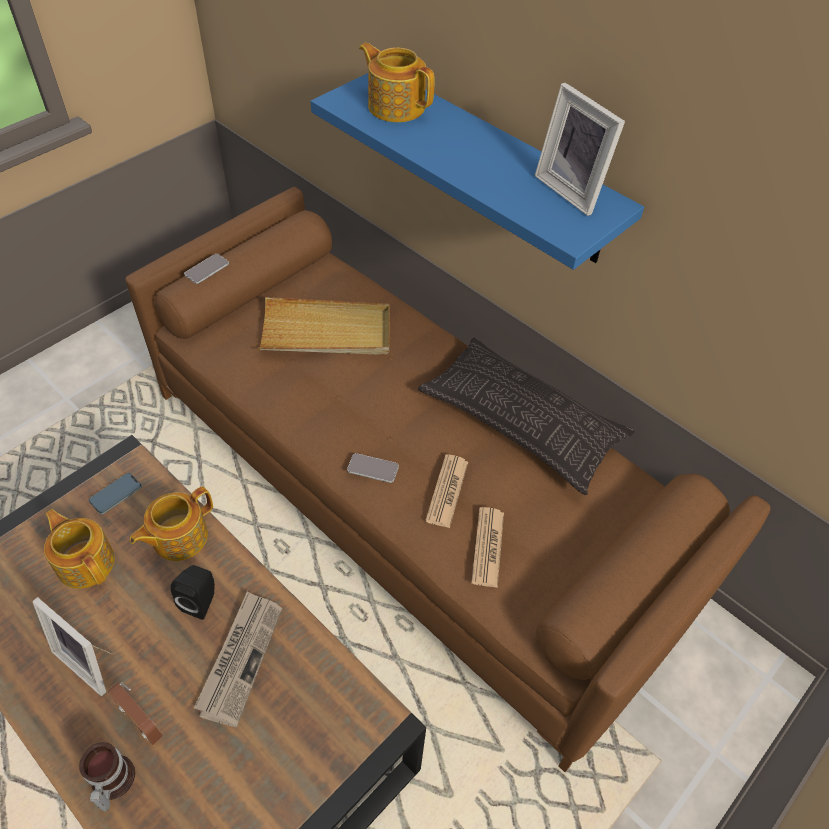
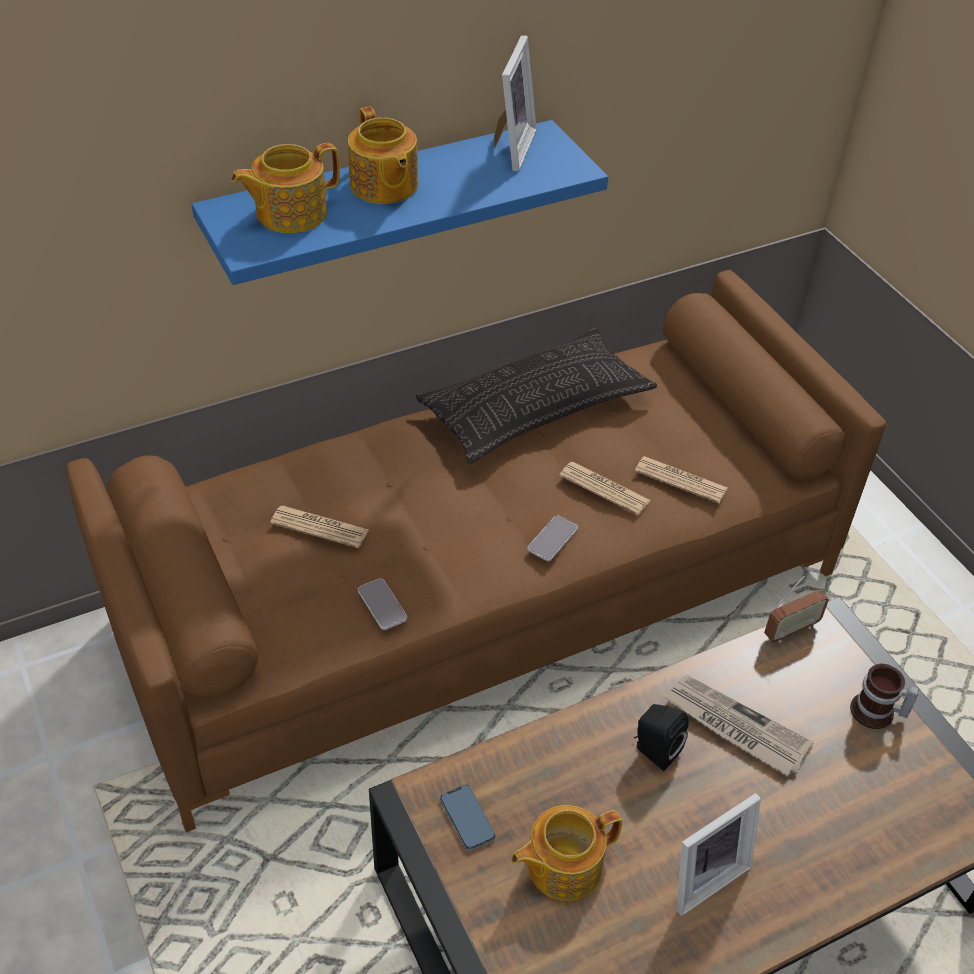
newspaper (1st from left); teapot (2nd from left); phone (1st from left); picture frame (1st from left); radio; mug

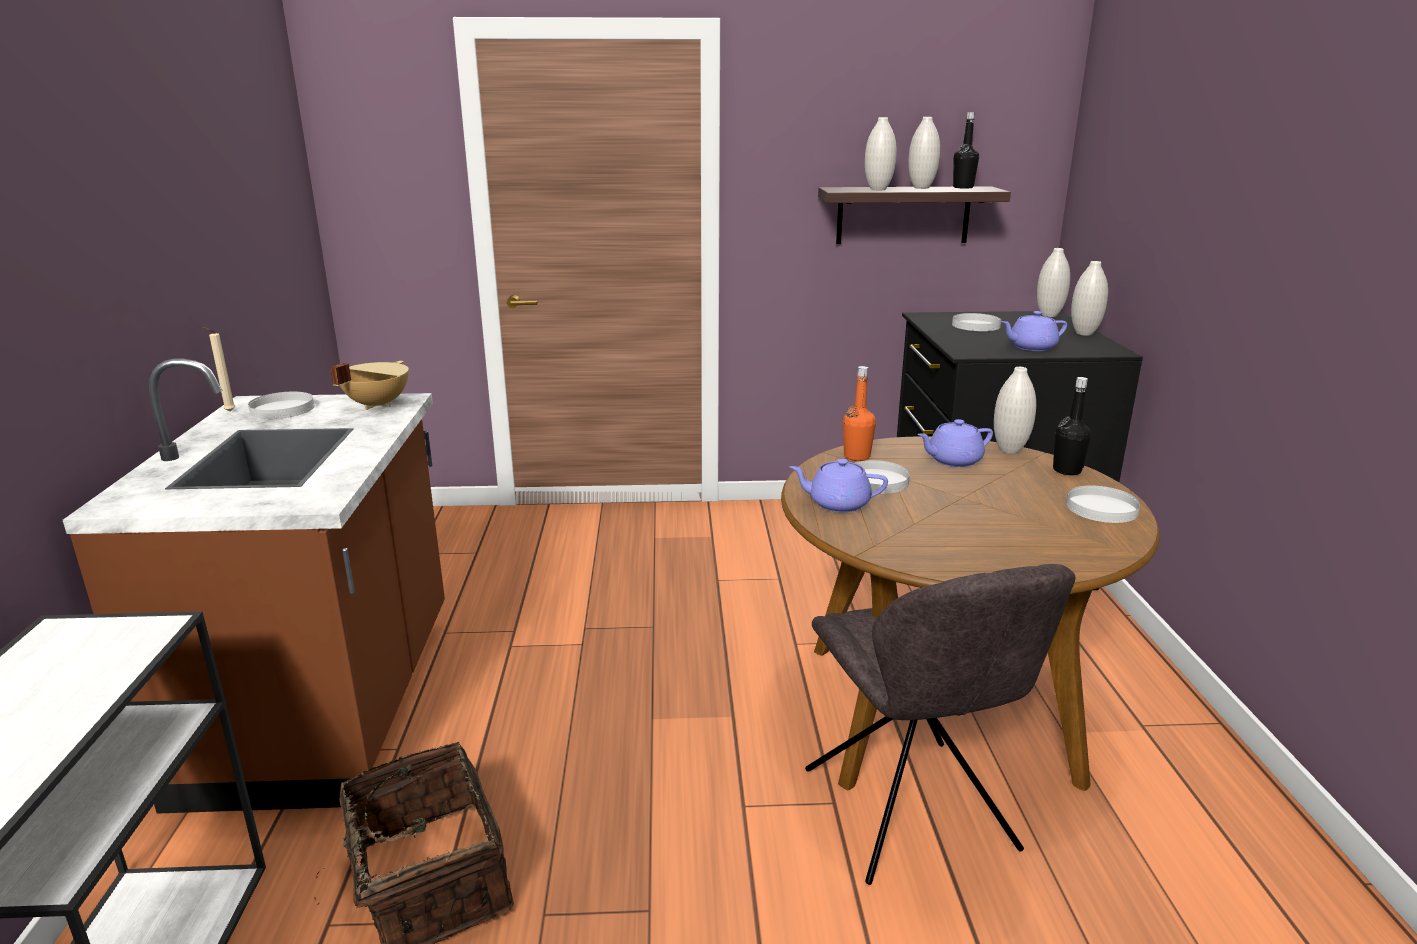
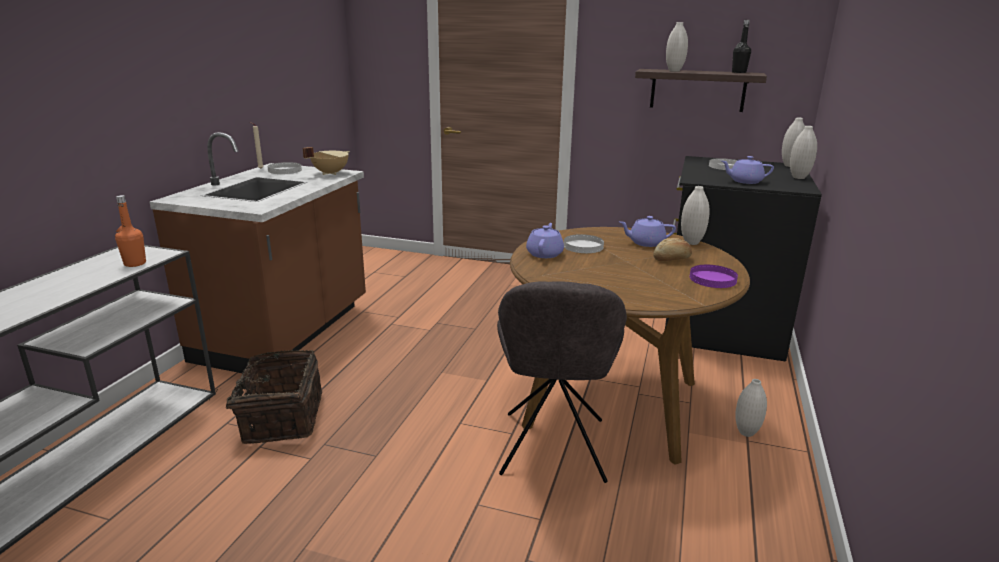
orange bottle; purple teapot (1st from left); bread; purple plate; white vase (3rd from left); black bottle (2nd from left in the first image)

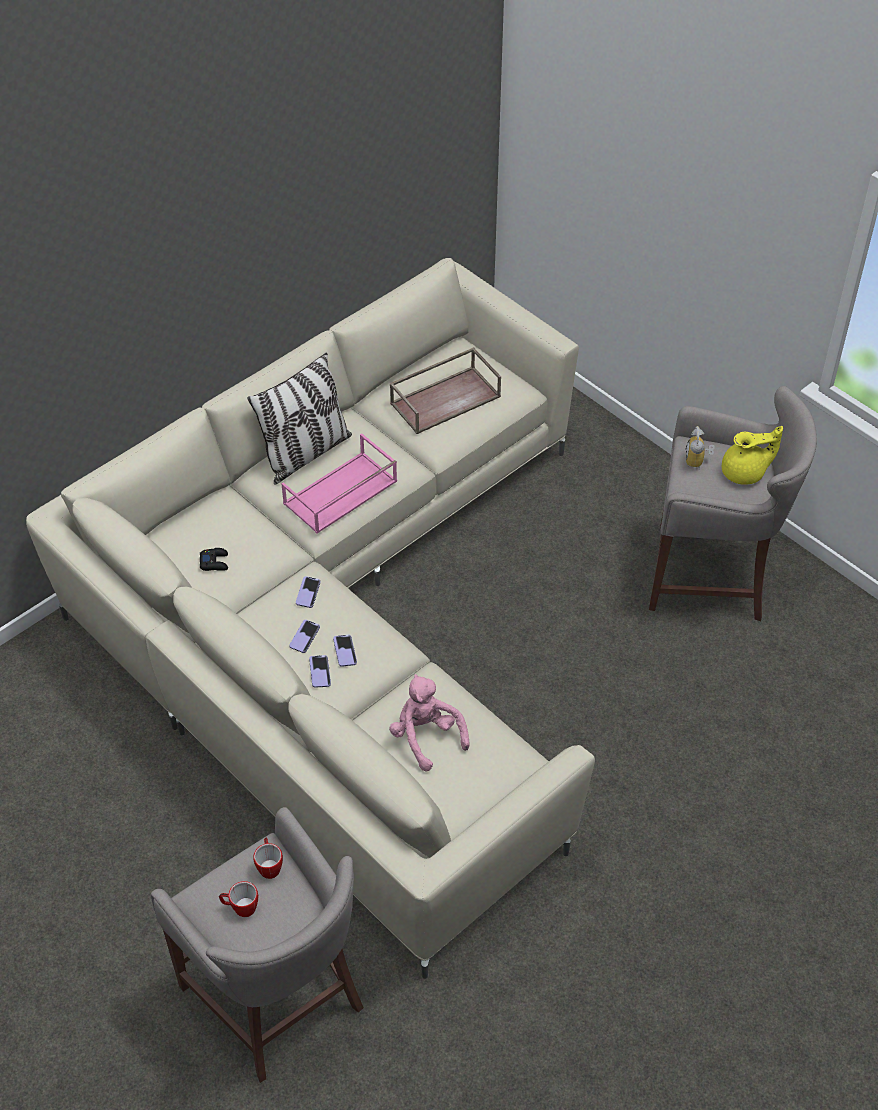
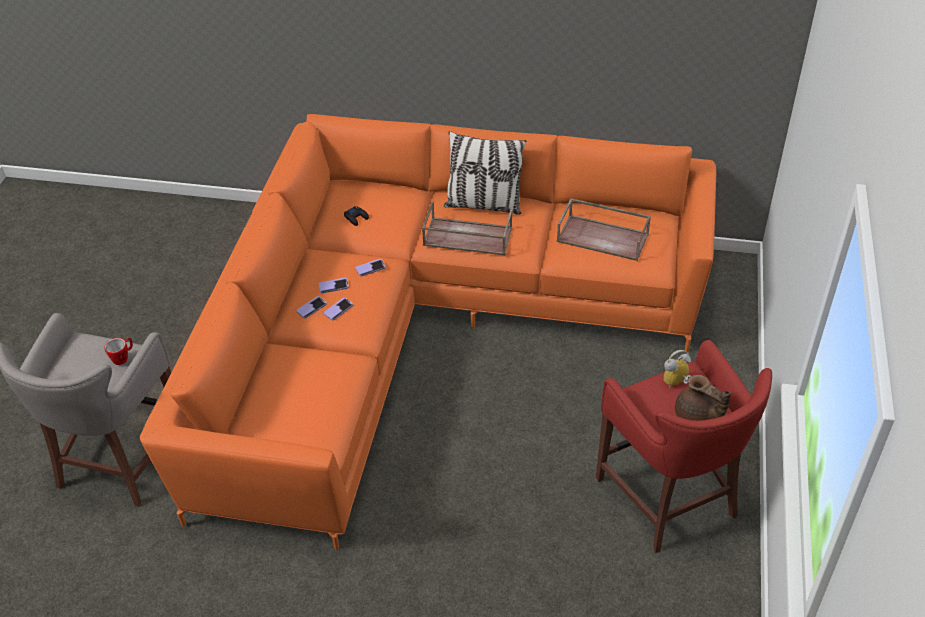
orange sofa; brown tray (1st from left); red stool; brown teapot; mug (1st from left in the first image); pink plush toy

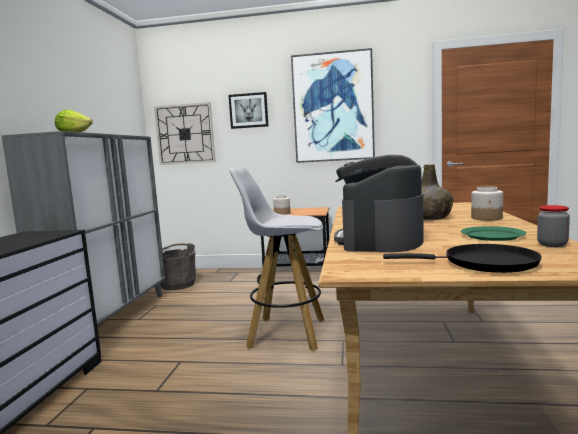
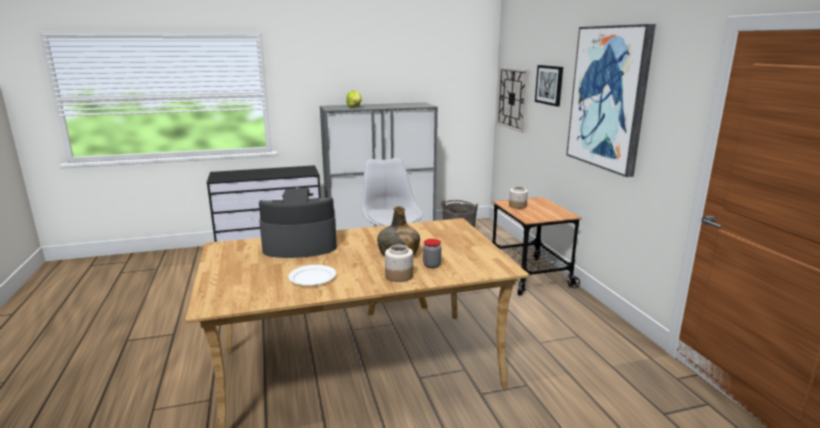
white plate; jar (2nd from left); black frying pan

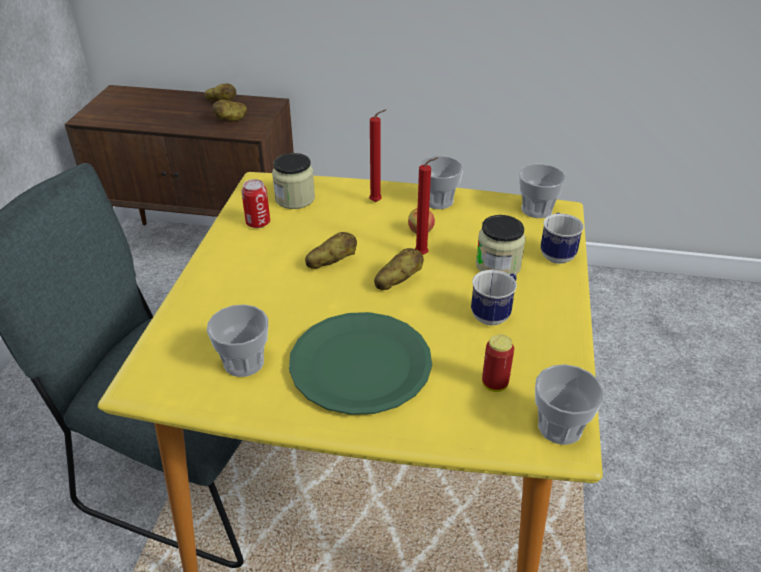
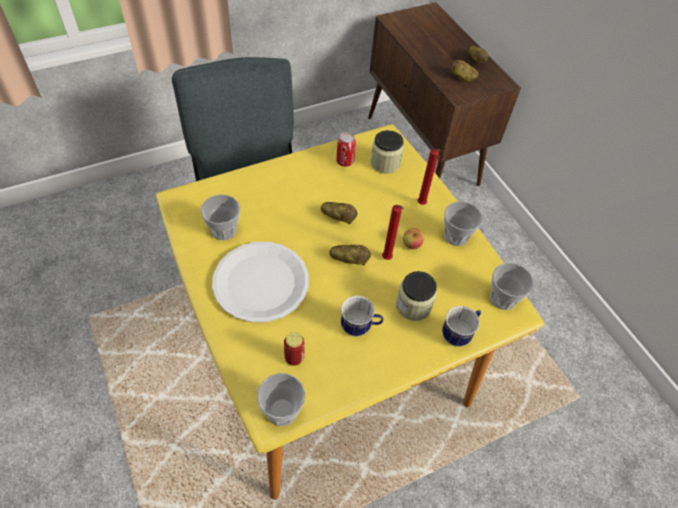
white plate

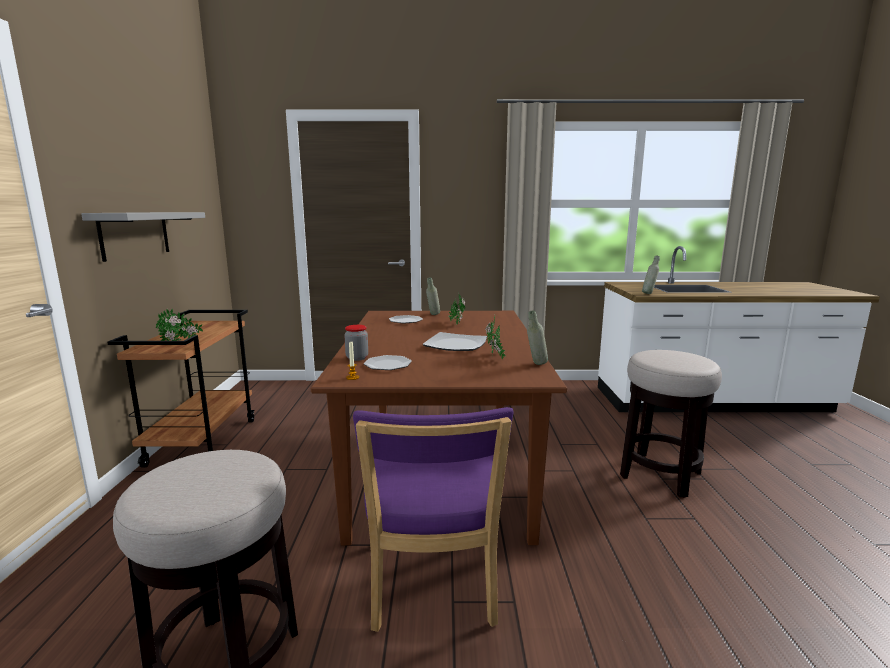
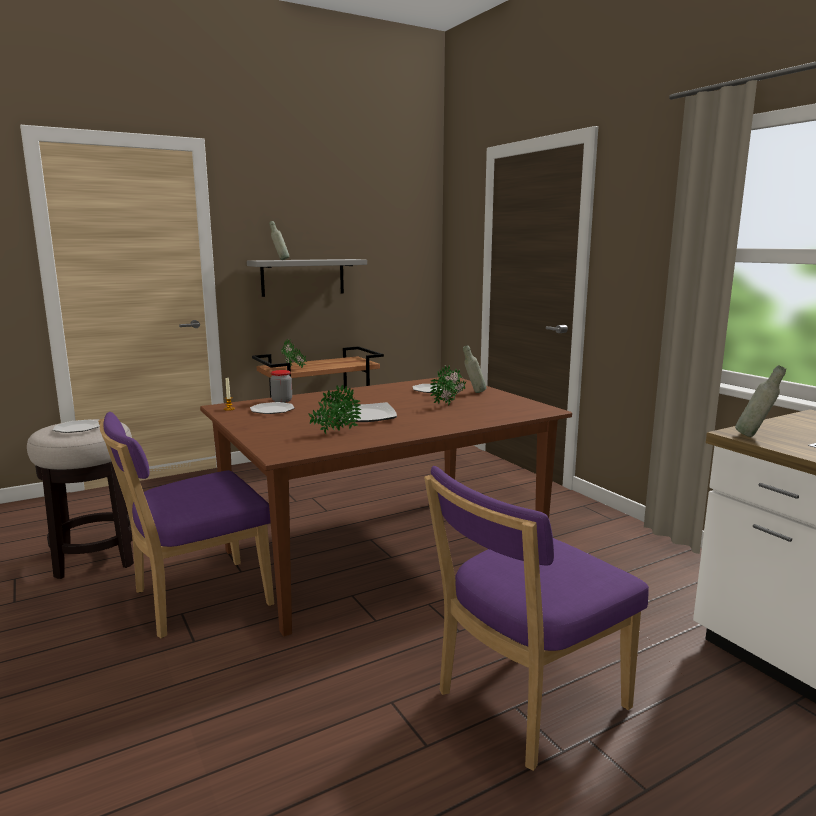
plate (1st from left); grey bottle (1st from left); purple chair (2nd from left)

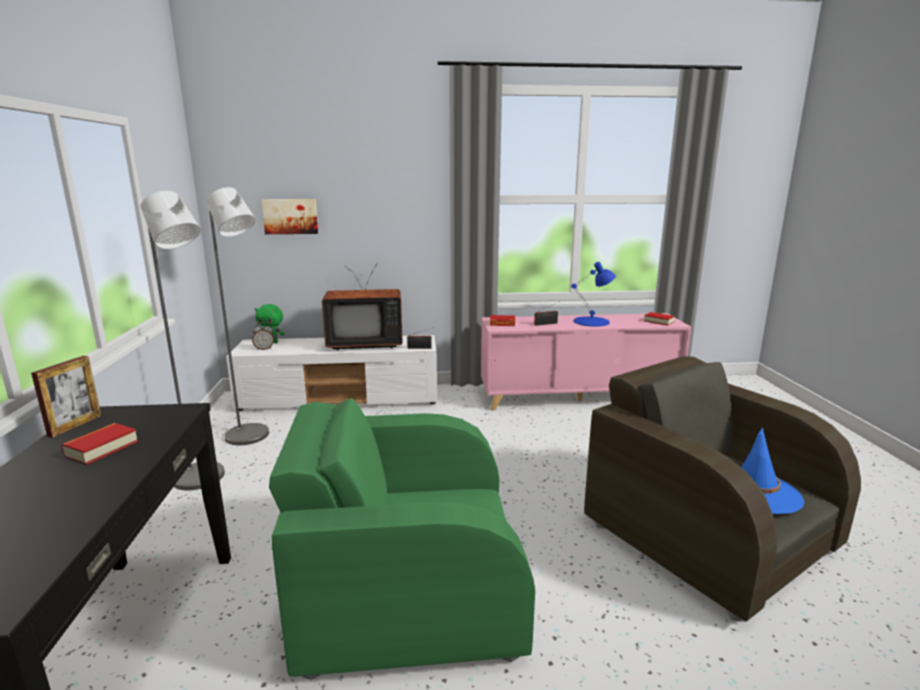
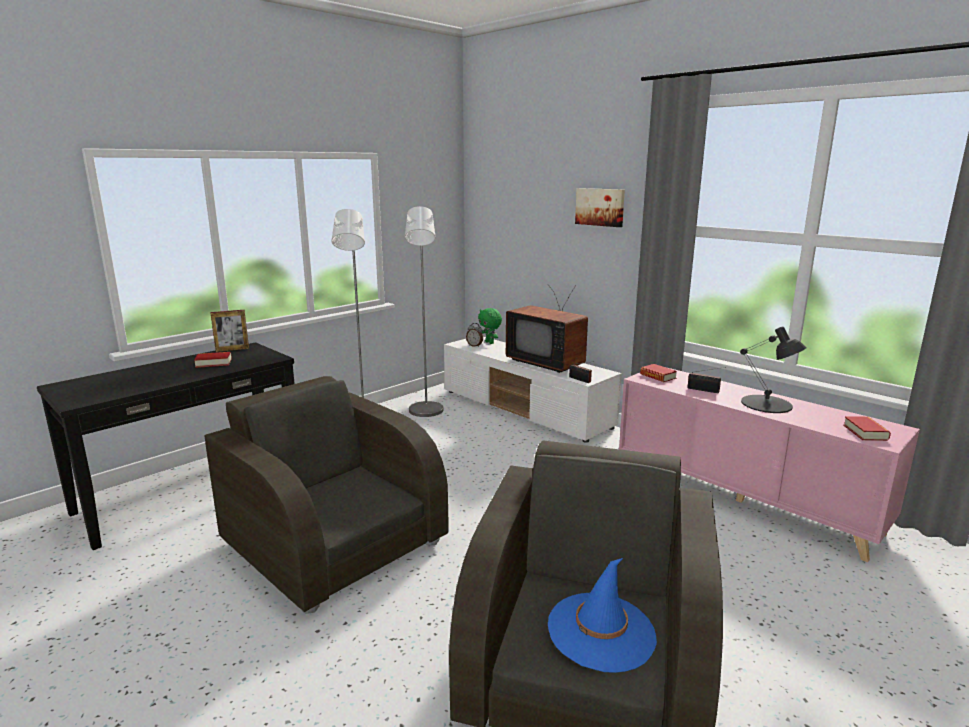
brown armchair (1st from left); picture; black table lamp

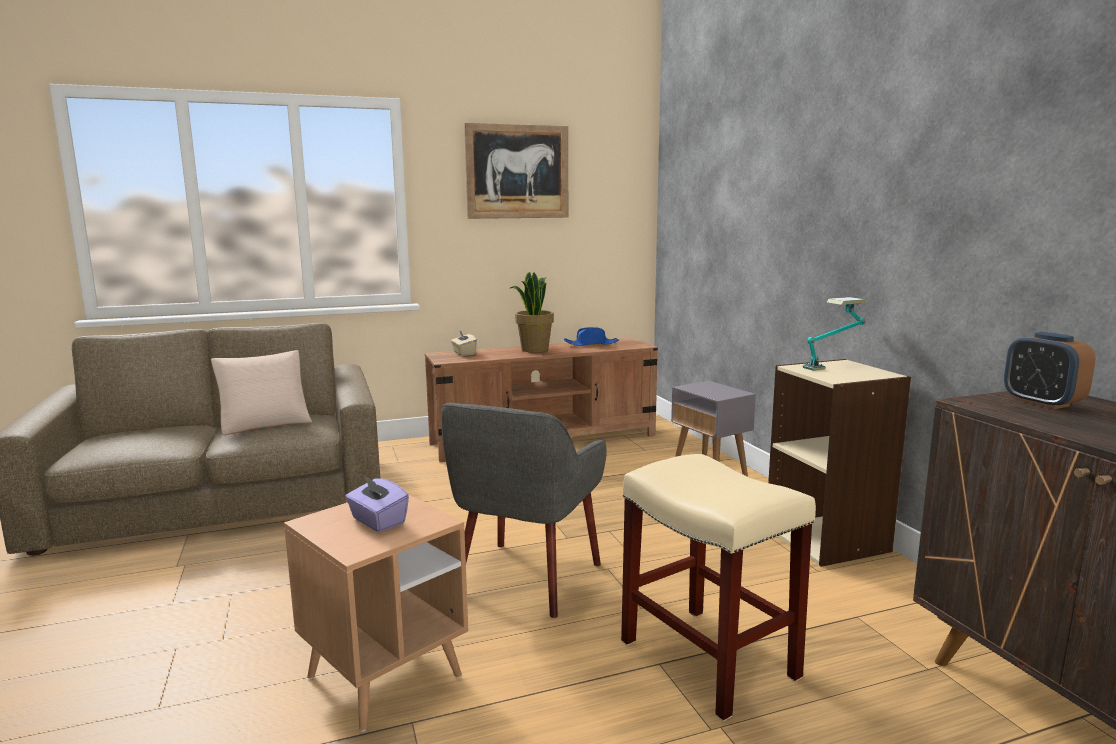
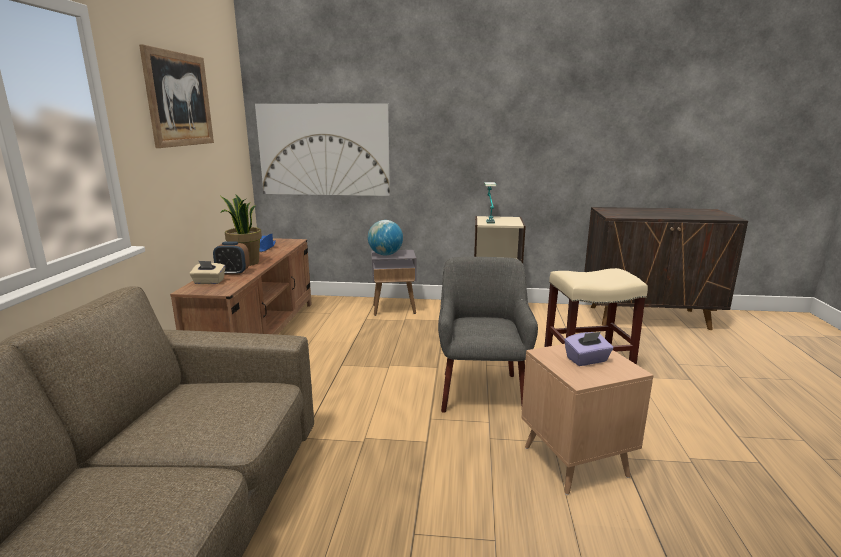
alarm clock; picture (2nd from left); globe; grey armchair; beige pillow

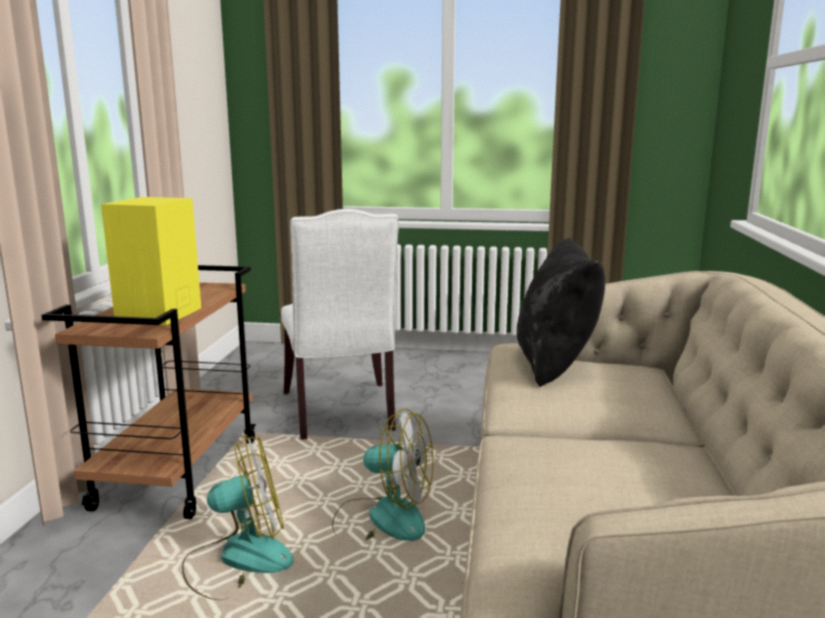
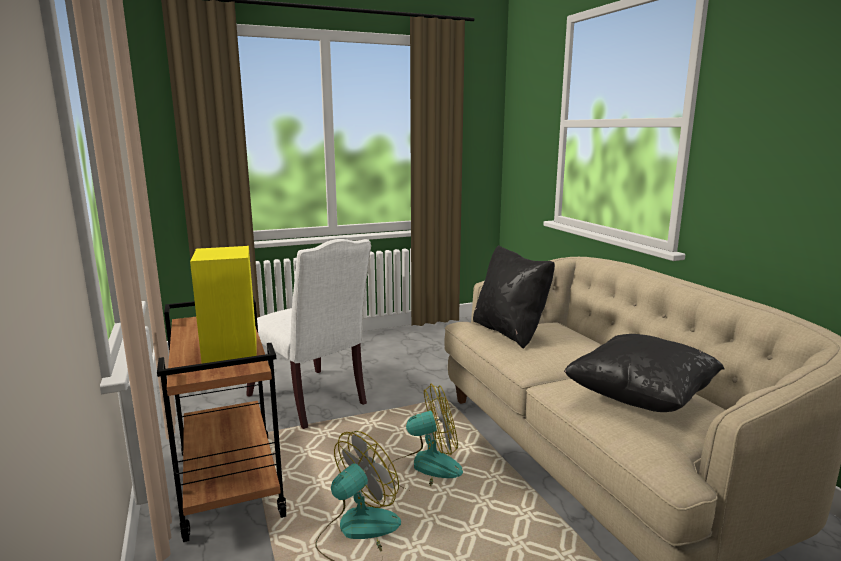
black pillow (2nd from left)

